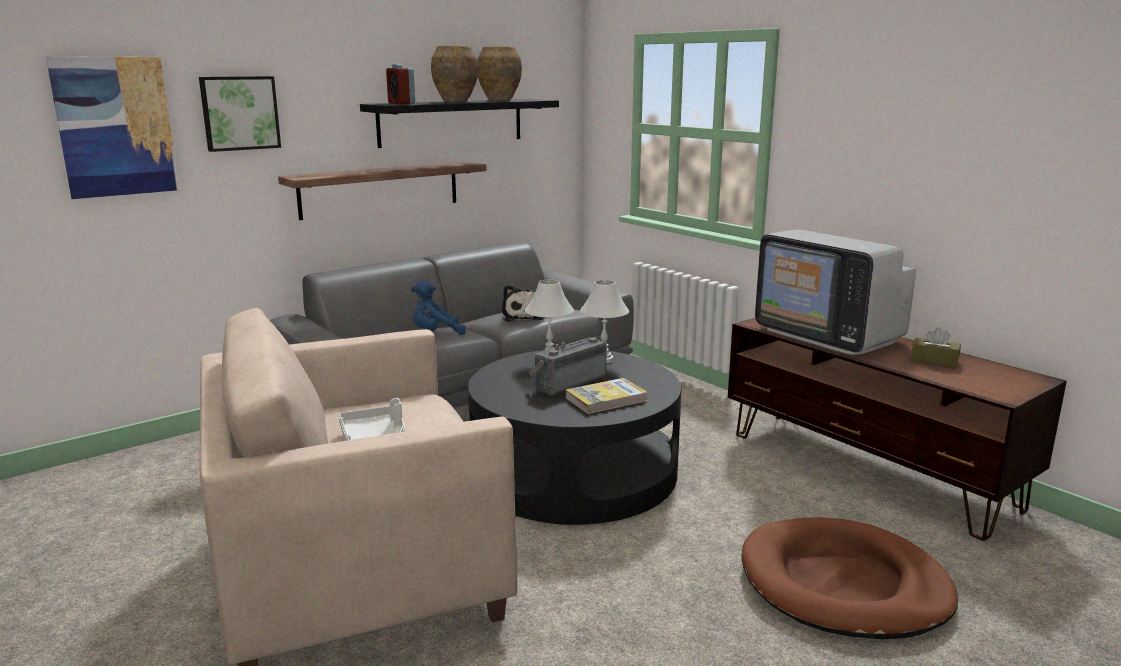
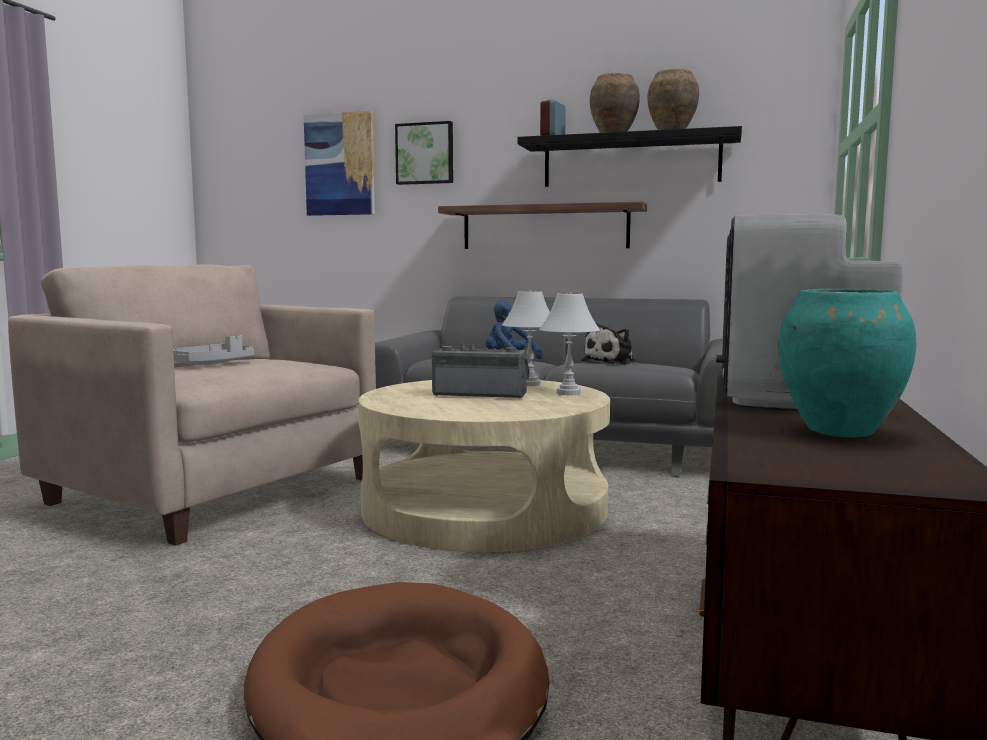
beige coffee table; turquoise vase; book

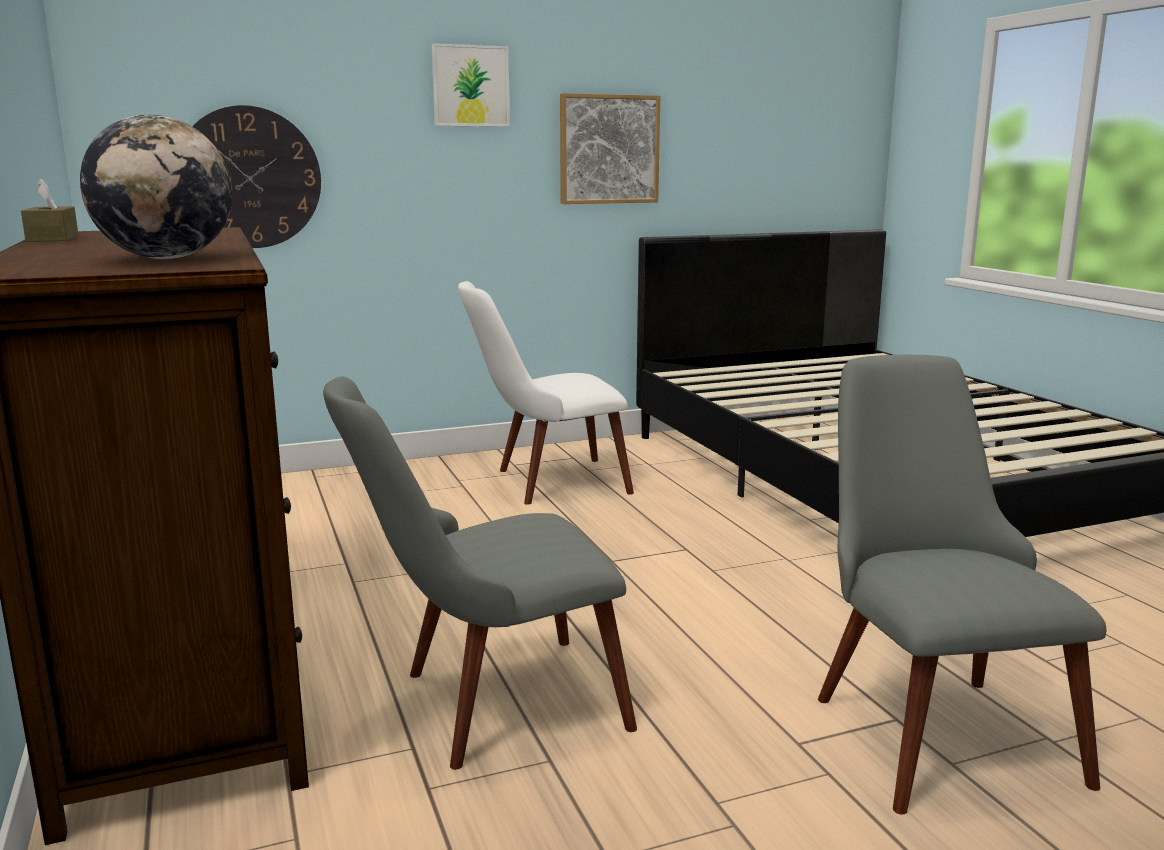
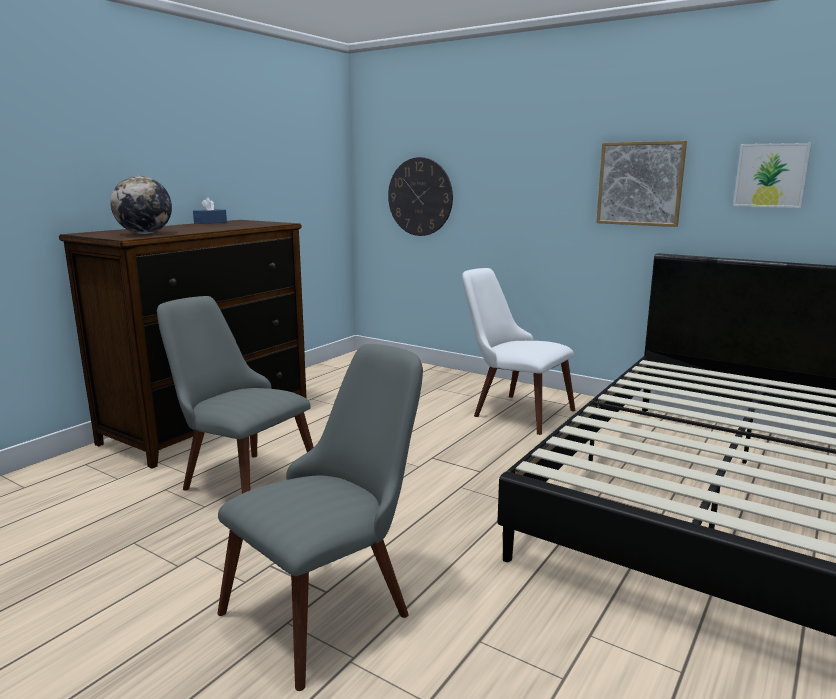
blue tissue box; picture (2nd from left)

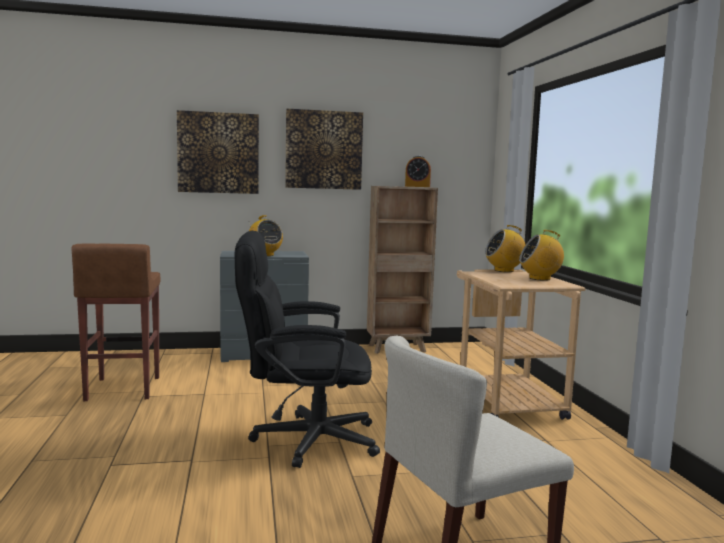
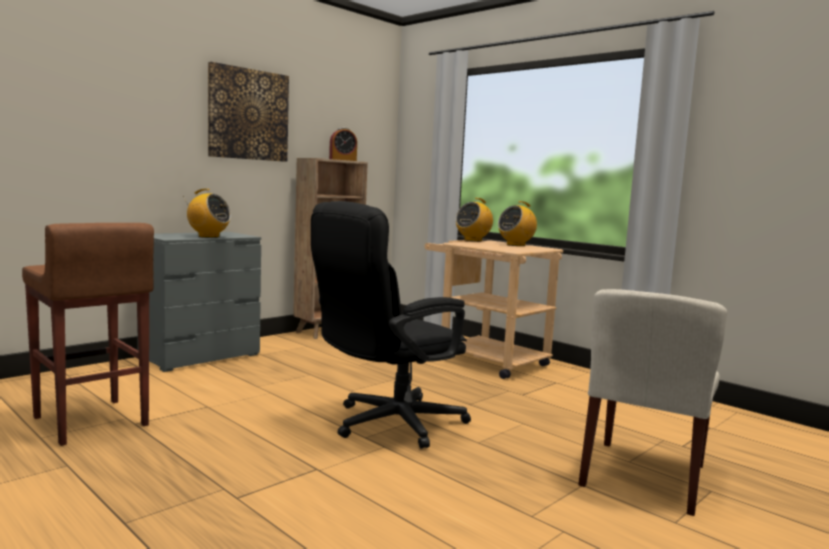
picture (1st from left in the first image)

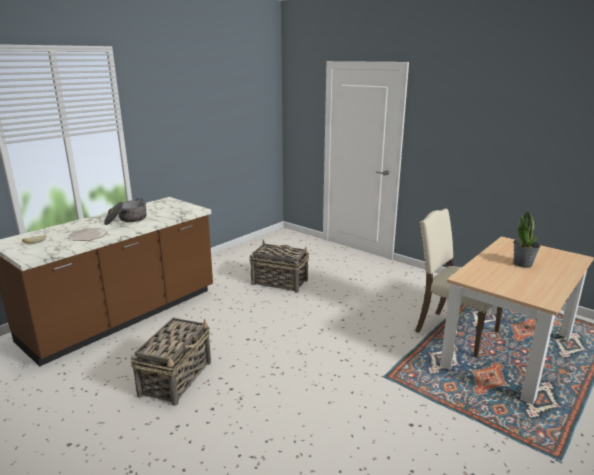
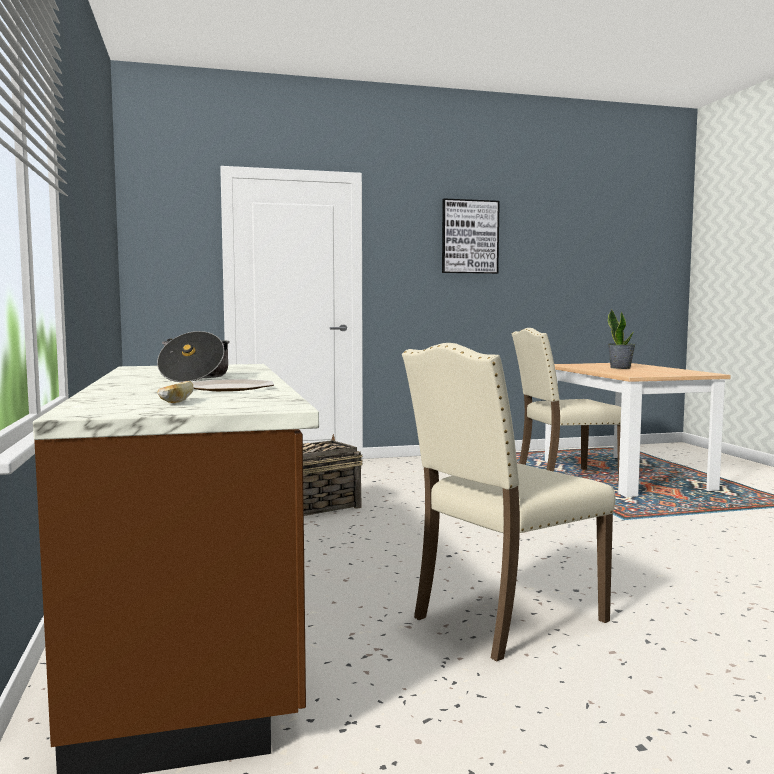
beige chair (1st from left); picture

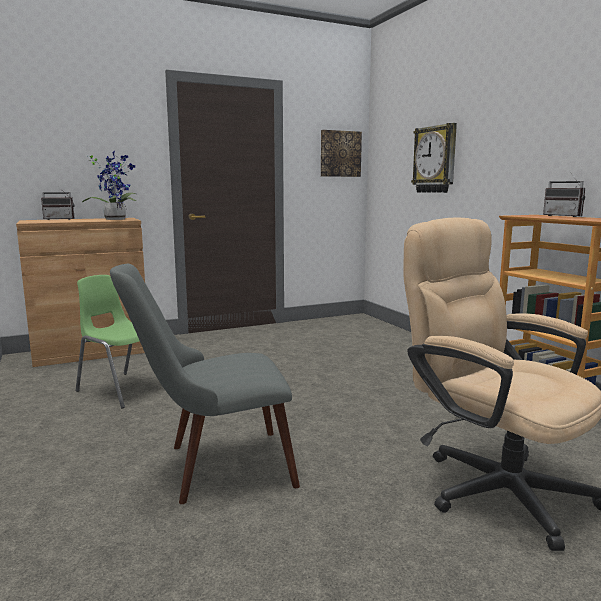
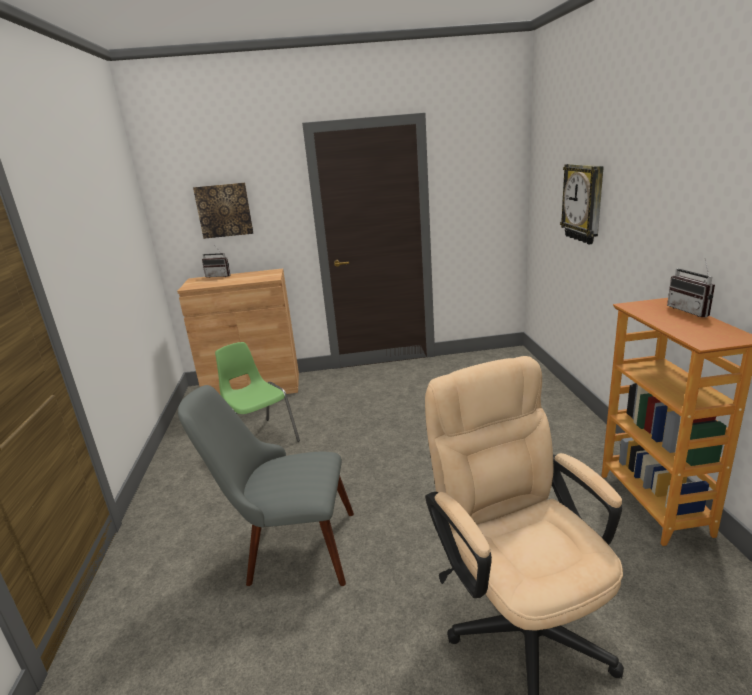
picture; potted plant

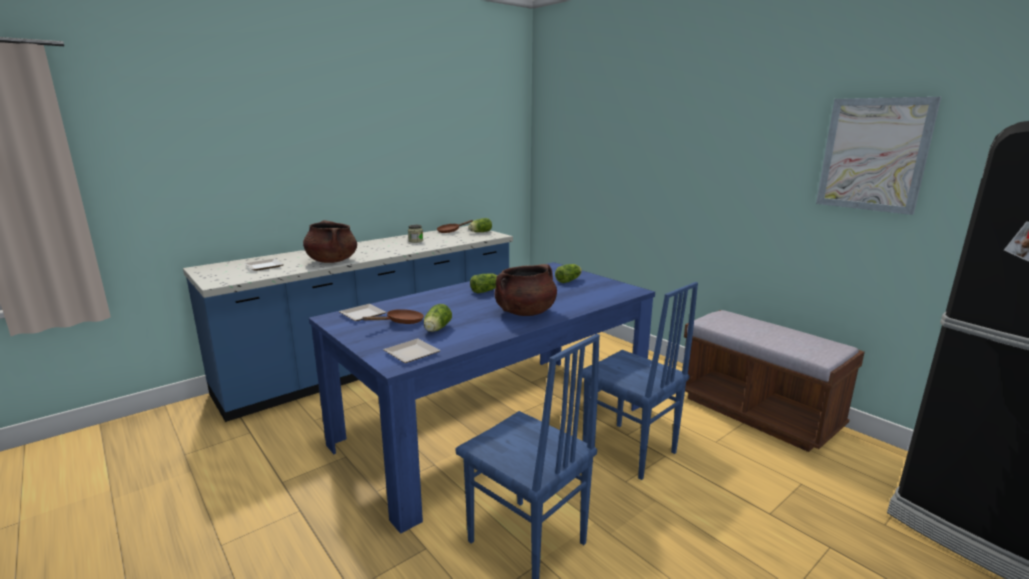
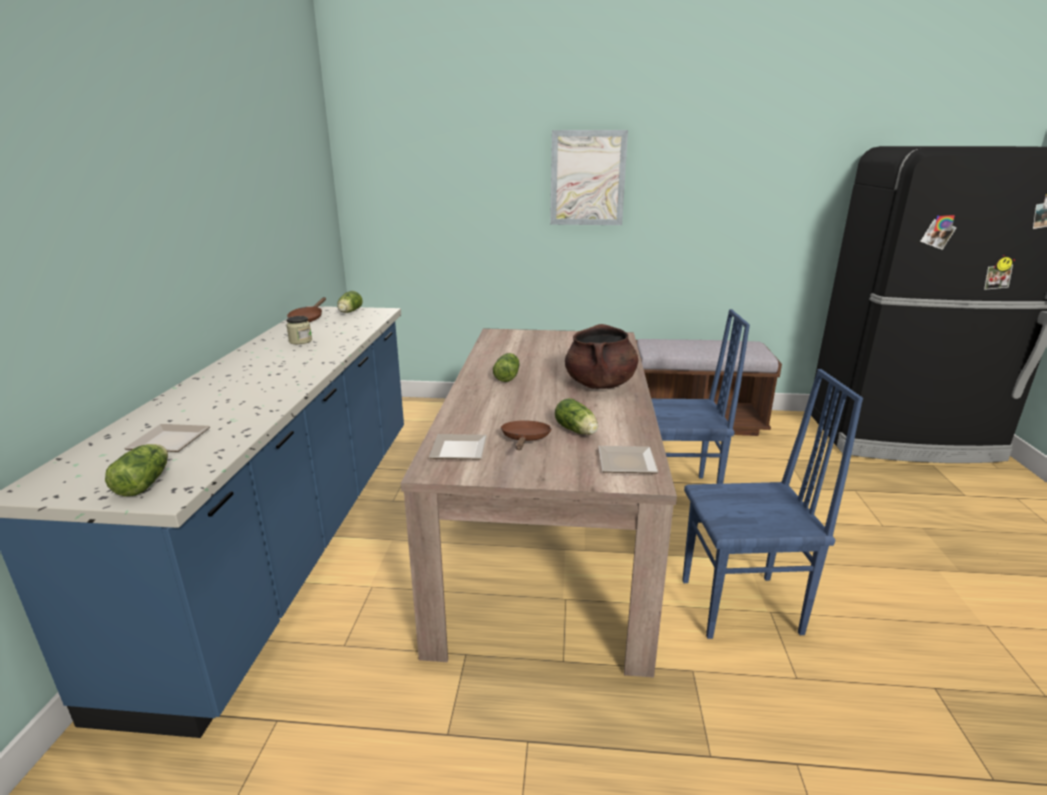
lettuce (1st from left); beige dining table; picture; brown cooking pot (1st from left in the first image)

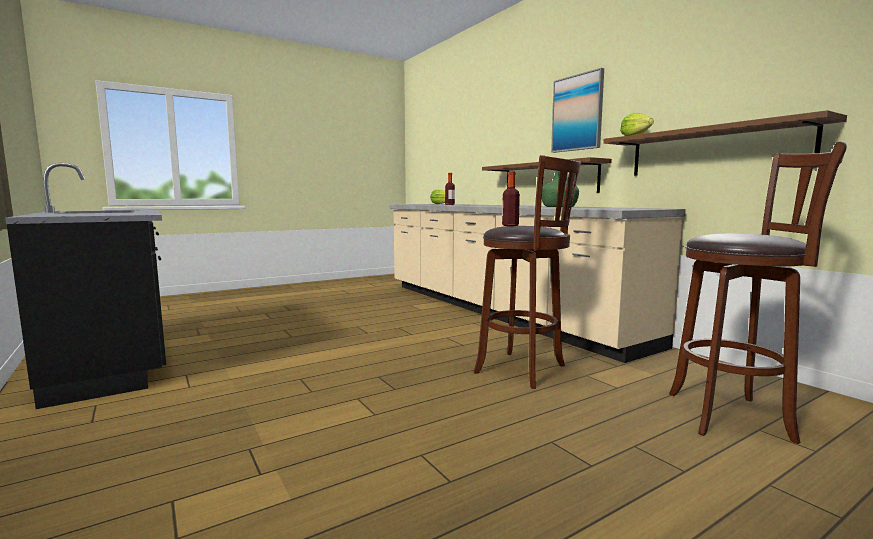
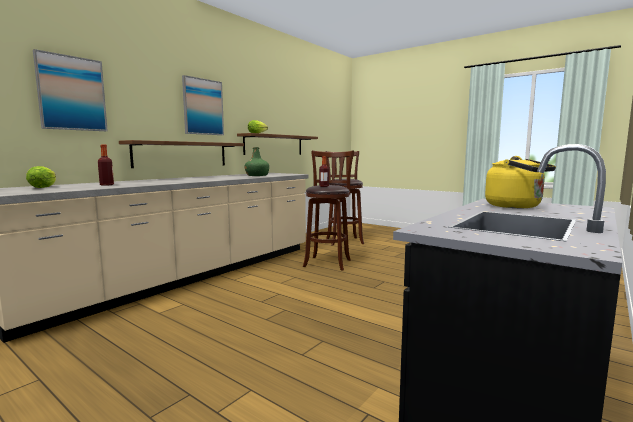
picture (1st from left); yellow kettle

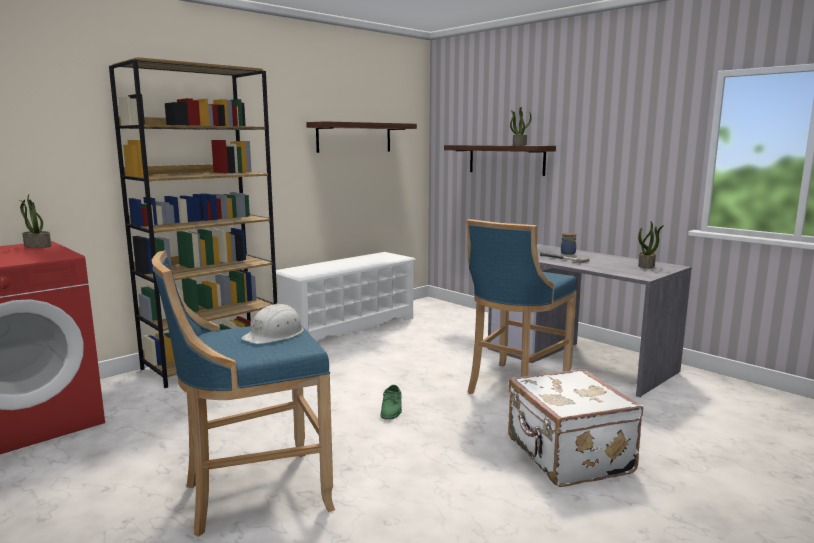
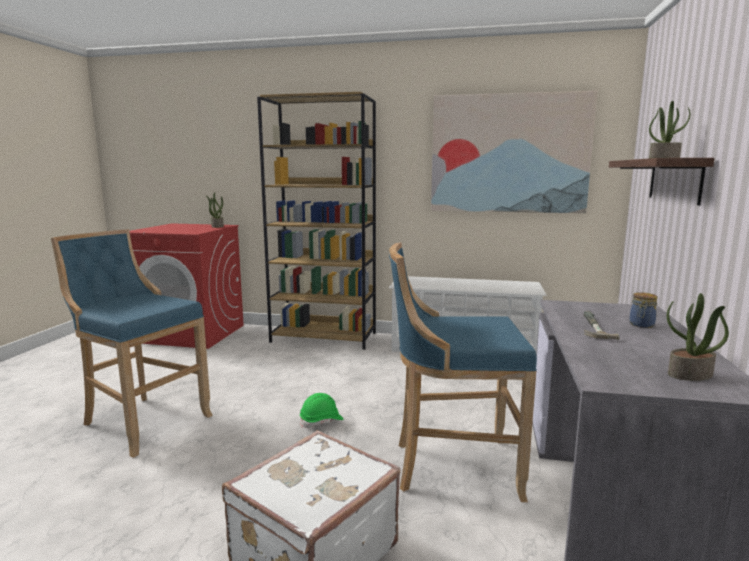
green hard hat; picture; white hard hat

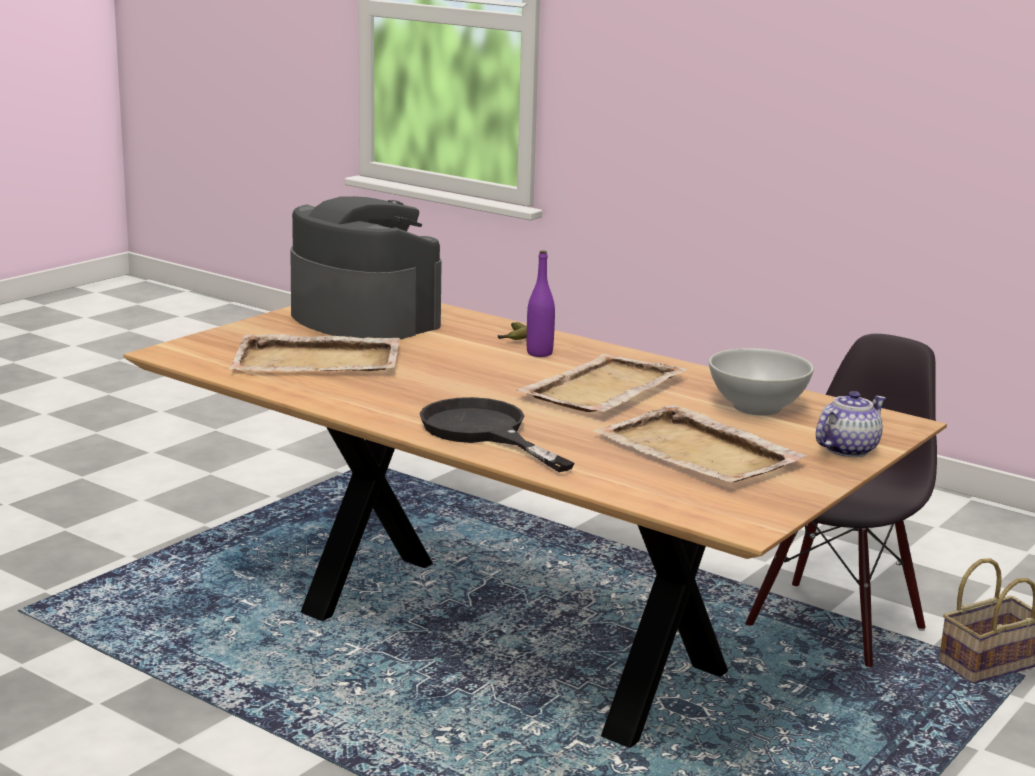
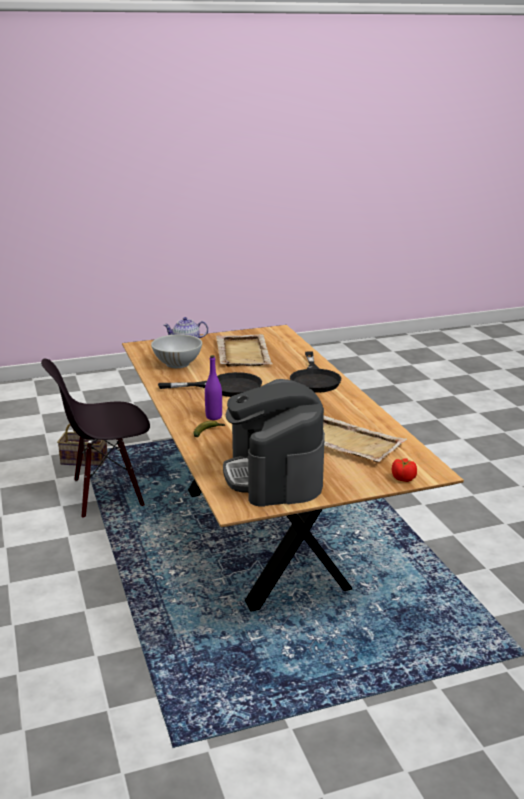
black frying pan (1st from left); tomato

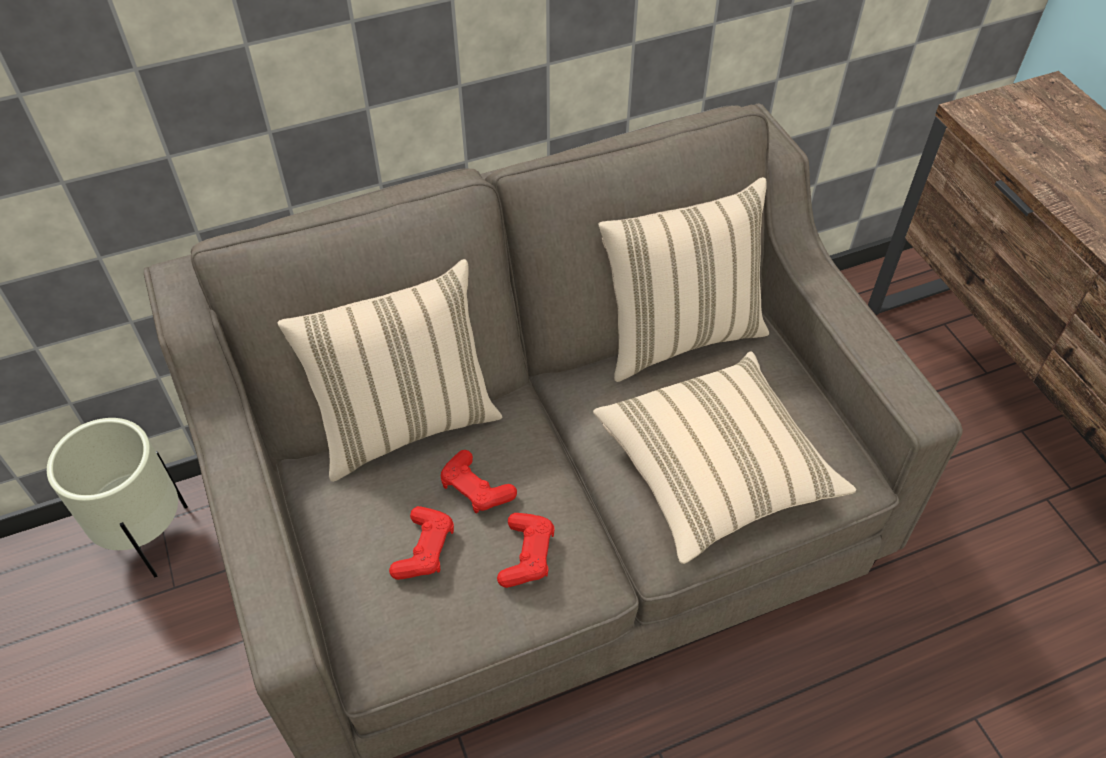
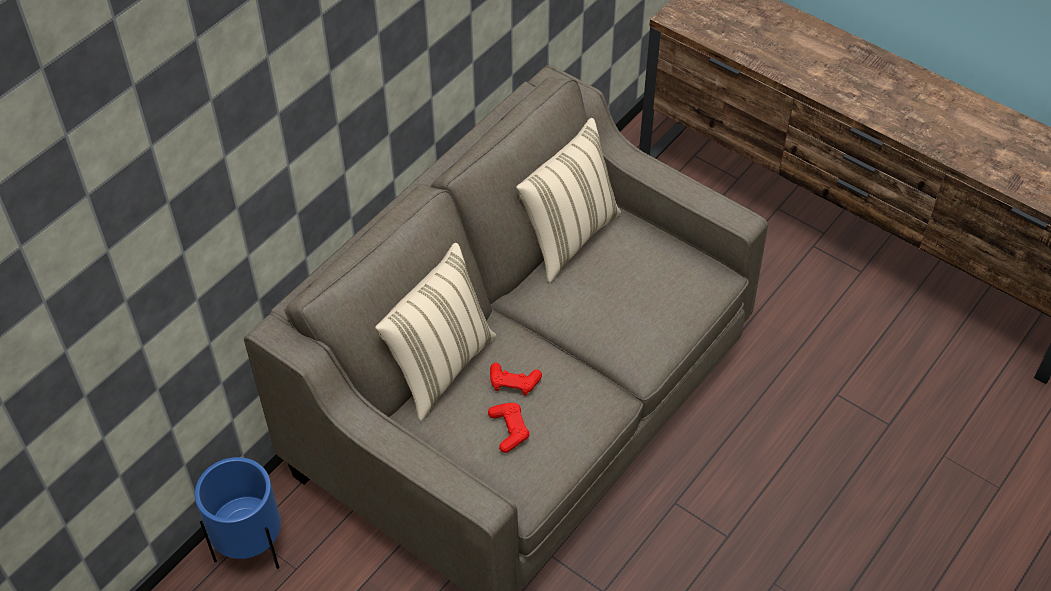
blue planter; red game controller (3rd from left in the first image); beige pillow (3rd from left in the first image)

